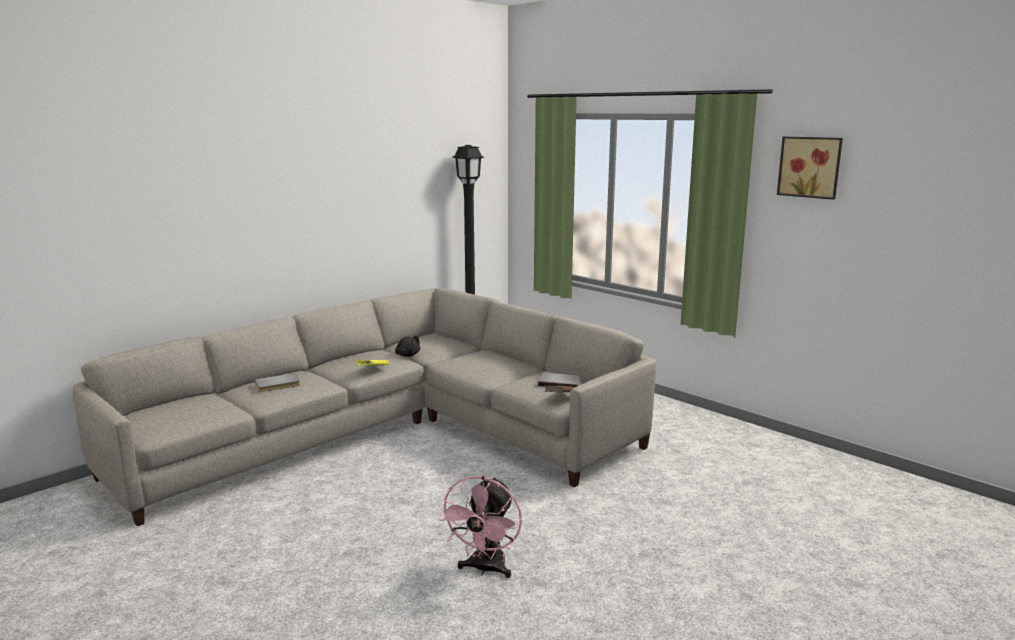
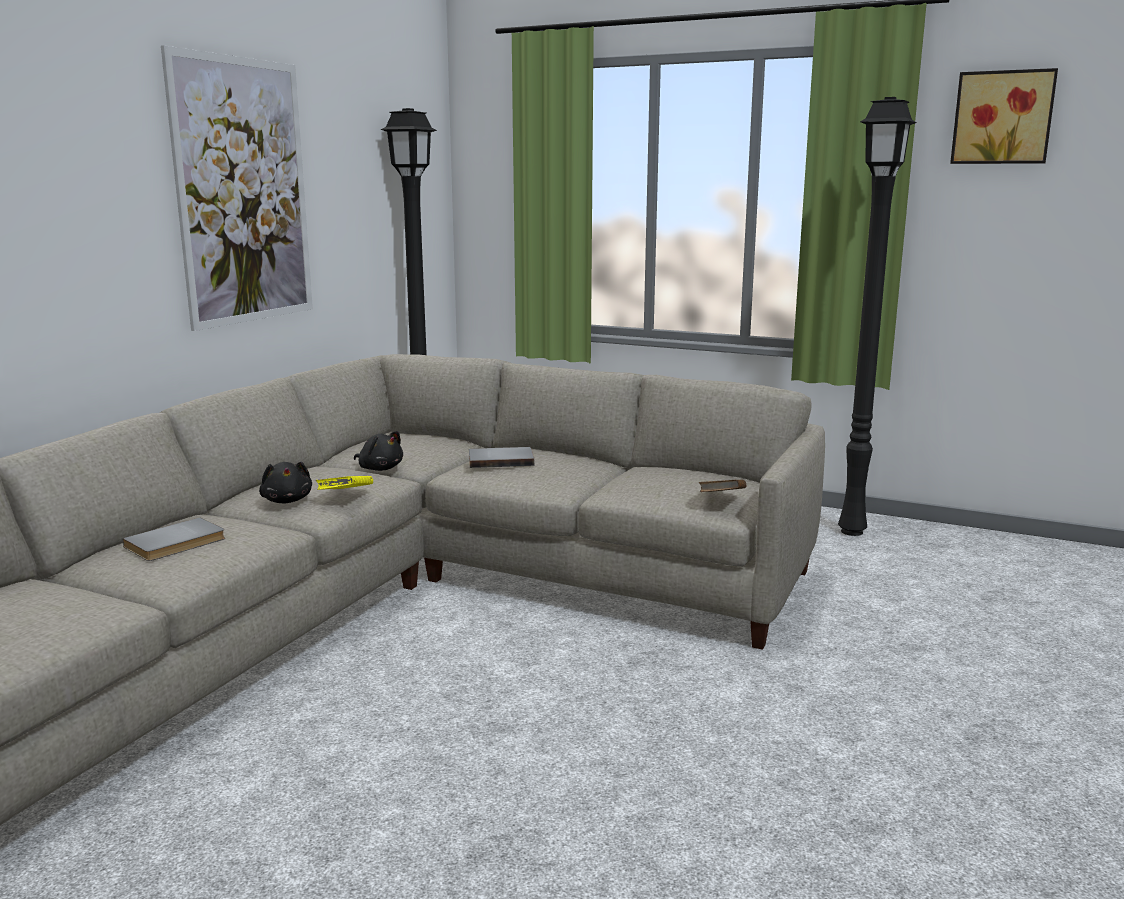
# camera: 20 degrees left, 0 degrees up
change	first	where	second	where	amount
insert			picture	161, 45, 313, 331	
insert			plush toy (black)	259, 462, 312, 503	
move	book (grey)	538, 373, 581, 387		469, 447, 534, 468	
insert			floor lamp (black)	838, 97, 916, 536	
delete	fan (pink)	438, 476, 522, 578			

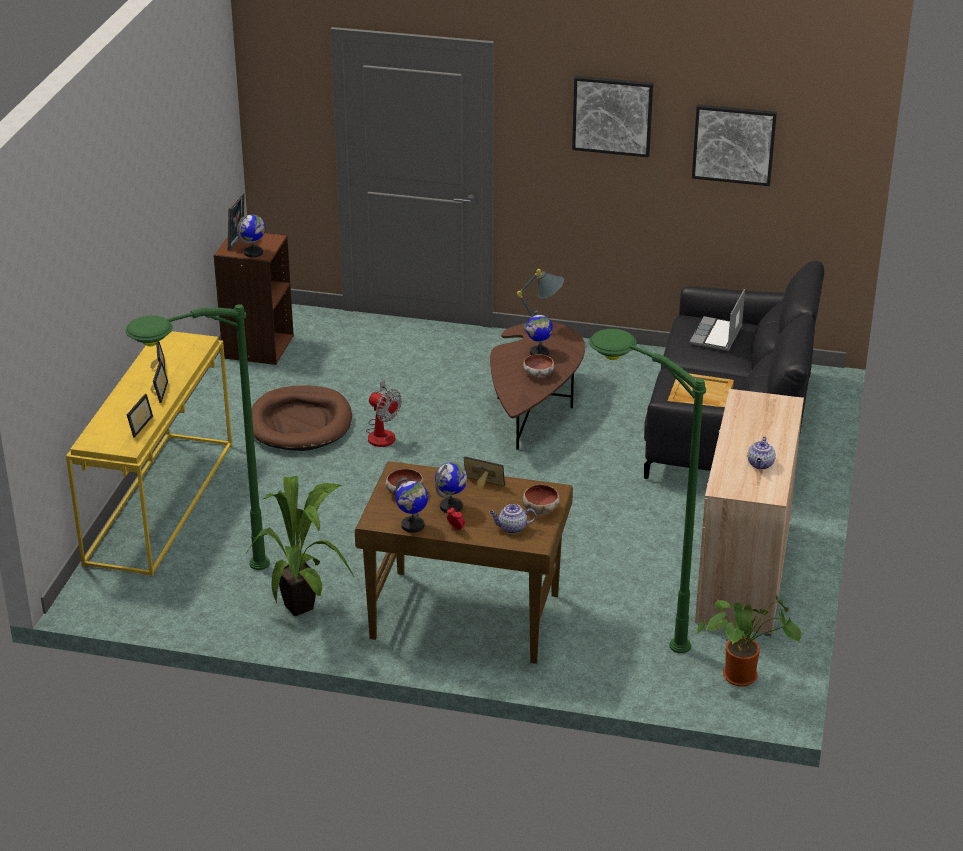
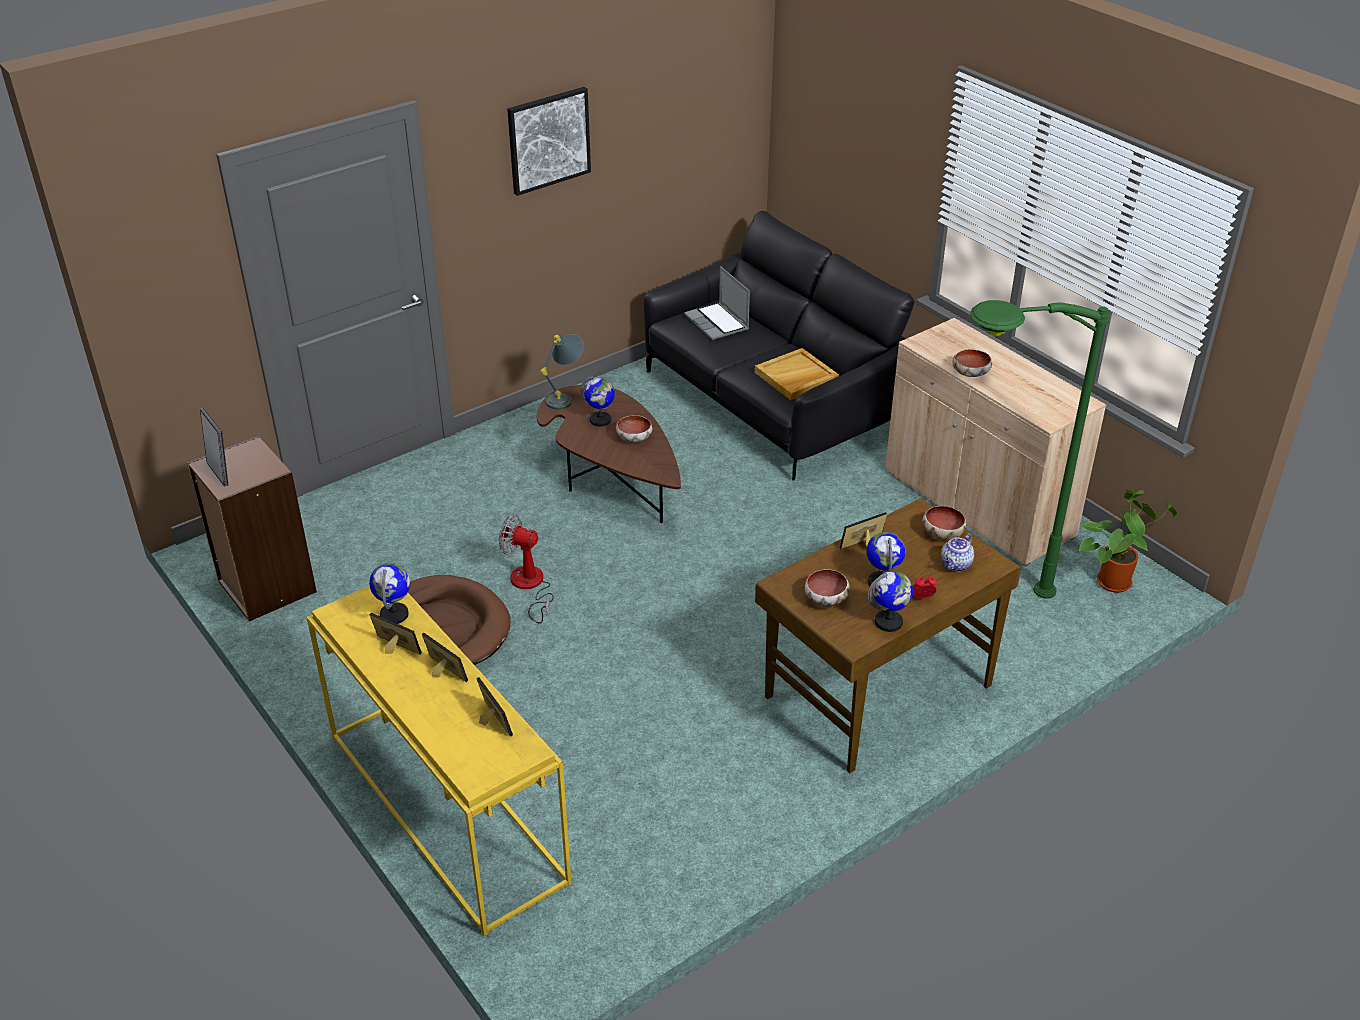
# camera: 50 degrees left, 5 degrees up
change	first	where	second	where	amount
move	globe	237, 214, 265, 257		369, 563, 410, 624	
rotate	fan	366, 380, 402, 447		499, 514, 554, 623	150 degrees counterclockwise
insert			bowl	952, 349, 992, 377	
delete	floor lamp (green)	125, 304, 270, 570			
delete	potted plant	246, 476, 354, 616			
delete	picture	692, 104, 777, 186			
delete	teapot	747, 436, 776, 469			

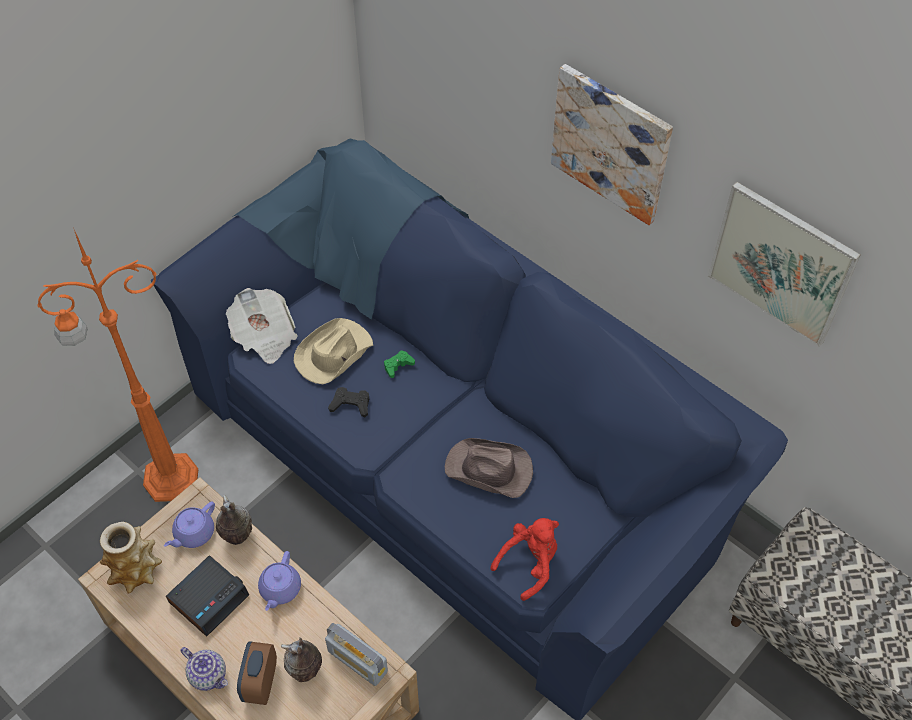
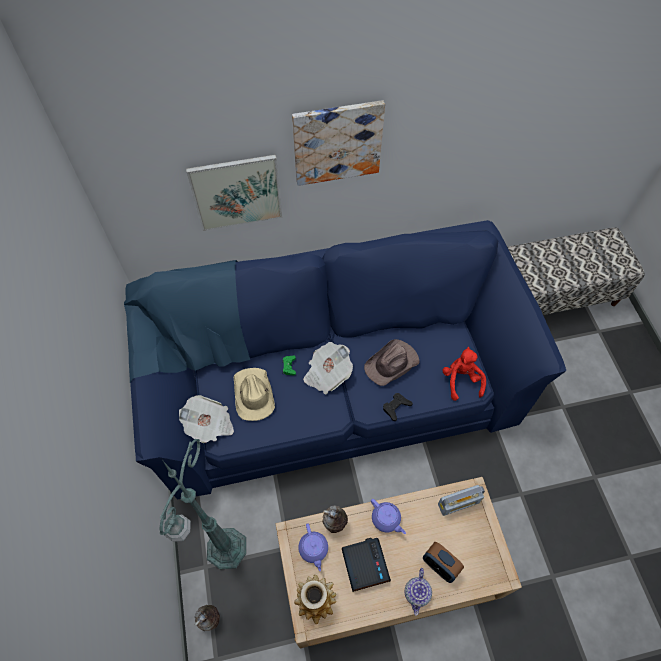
# camera: 55 degrees left, 5 degrees up
change	first	where	second	where	amount
recolor	floor lamp (orange)	38, 230, 198, 502	floor lamp (green)	160, 439, 246, 569	
move	picture	708, 182, 861, 347		186, 155, 282, 231	
move	vase	281, 637, 322, 682		195, 605, 220, 631	
insert			newspaper	303, 342, 353, 394	
move	game controller (black)	328, 387, 369, 417		383, 393, 413, 421	
rotate	teapot	180, 647, 228, 691		405, 568, 432, 616	120 degrees clockwise

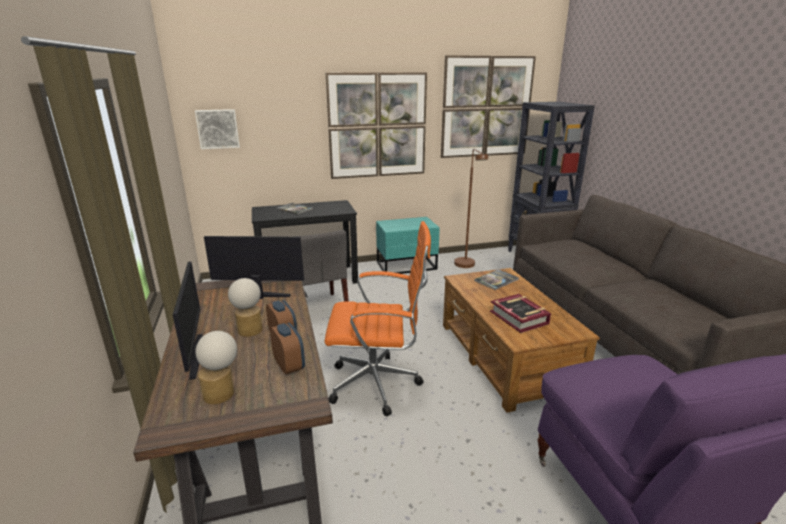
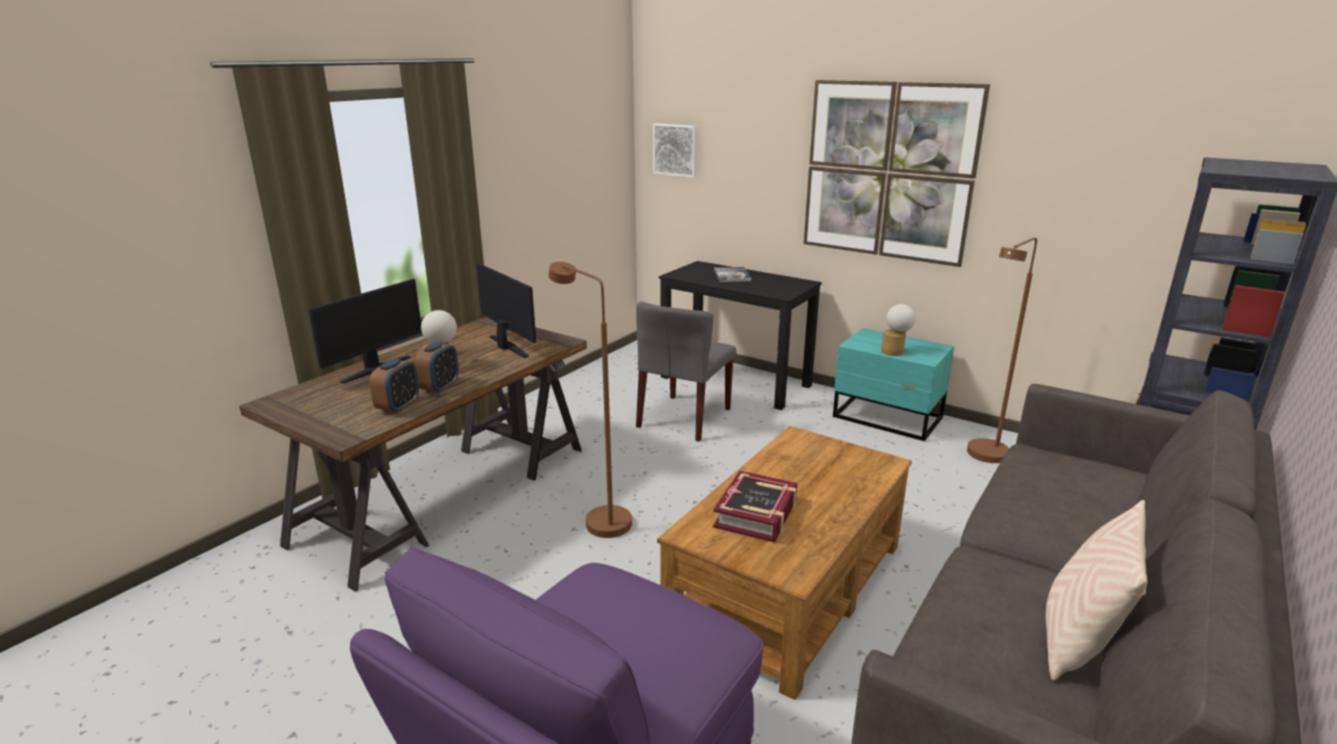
# camera: 50 degrees right, 0 degrees up
change	first	where	second	where	amount
replace	office chair (orange)	324, 221, 431, 416	floor lamp (brown)	549, 262, 632, 538	
move	table lamp	195, 331, 237, 404		881, 304, 916, 356	
insert			pillow (beige)	1046, 500, 1147, 681	
delete	picture	441, 55, 536, 158			
delete	book	474, 269, 519, 290			

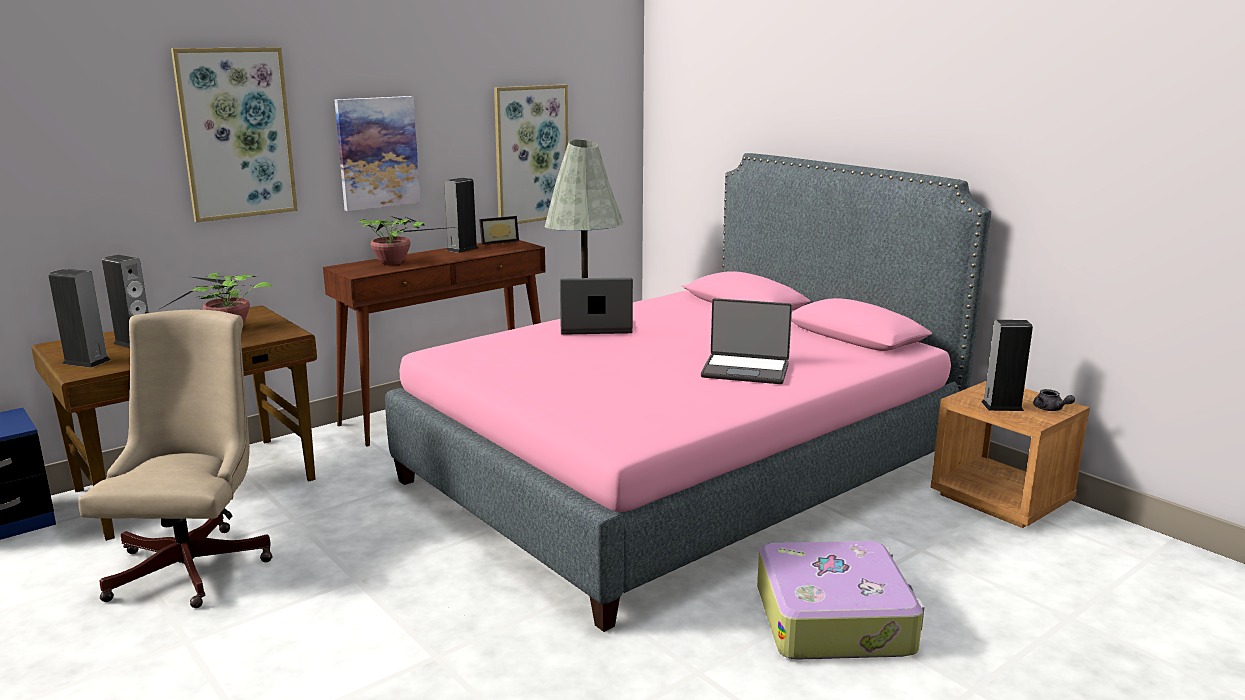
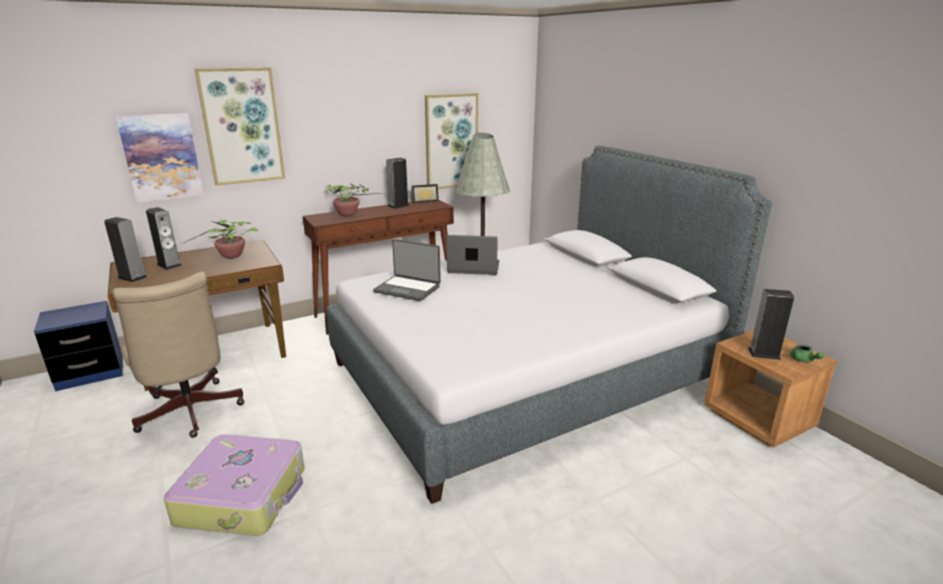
# camera: 10 degrees right, 5 degrees up
change	first	where	second	where	amount
rotate	office chair (beige)	78, 310, 272, 608		113, 272, 244, 438	135 degrees clockwise
move	picture	335, 96, 420, 211		116, 113, 204, 202	
move	suitcase	757, 541, 925, 660		164, 434, 305, 536	
recolor	bed (pink)	385, 153, 991, 632	bed (grey)	327, 146, 772, 504	
move	laptop	701, 298, 792, 384		373, 239, 441, 301	
recolor	teapot (grey)	1033, 389, 1075, 411	teapot (green)	790, 344, 824, 362	

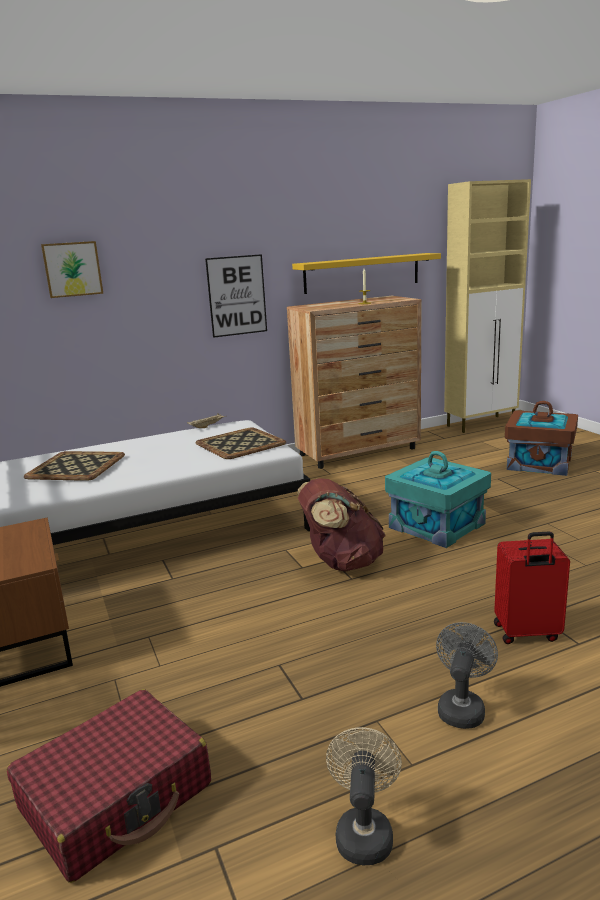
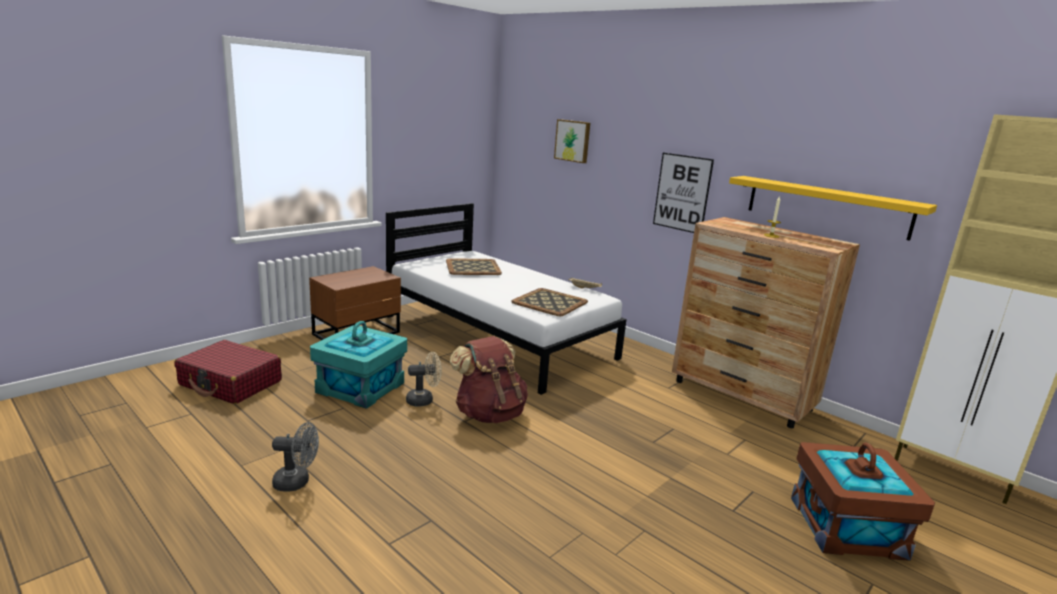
# camera: 65 degrees right, 0 degrees up
change	first	where	second	where	amount
move	storage box (turquoise)	385, 451, 491, 548		310, 321, 407, 409	
move	fan (beige)	326, 727, 402, 866		406, 352, 442, 406	
delete	suitcase (red)	494, 531, 570, 644			

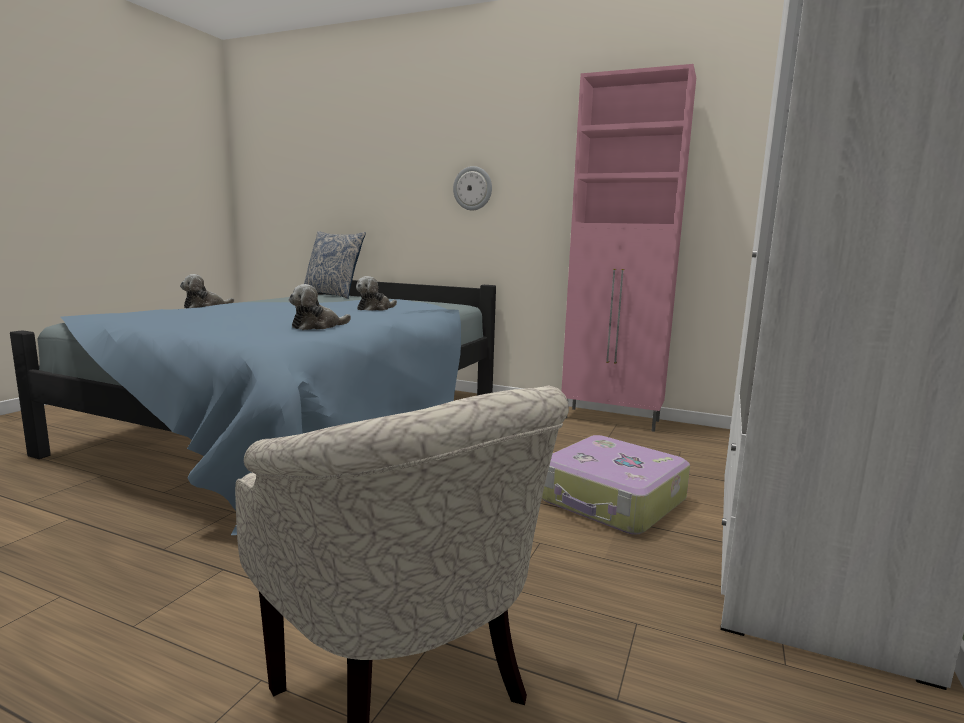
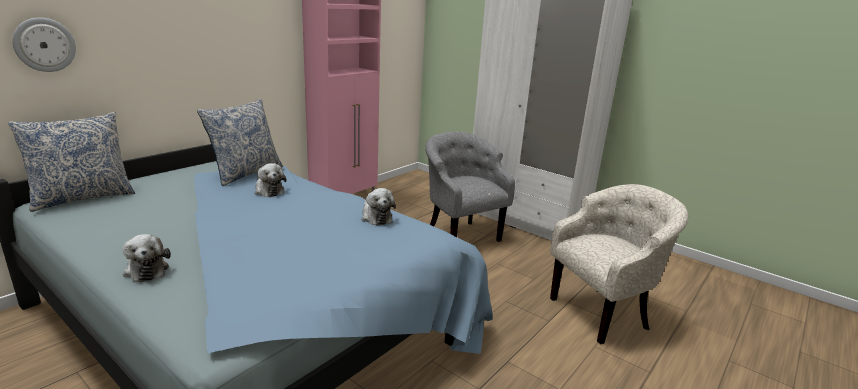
# camera: 75 degrees left, 10 degrees up
change	first	where	second	where	amount
move	wall clock	453, 166, 492, 211		12, 18, 76, 72	
insert			pillow	197, 98, 283, 186	
replace	suitcase	542, 435, 690, 535	armchair (grey)	425, 132, 515, 242	

